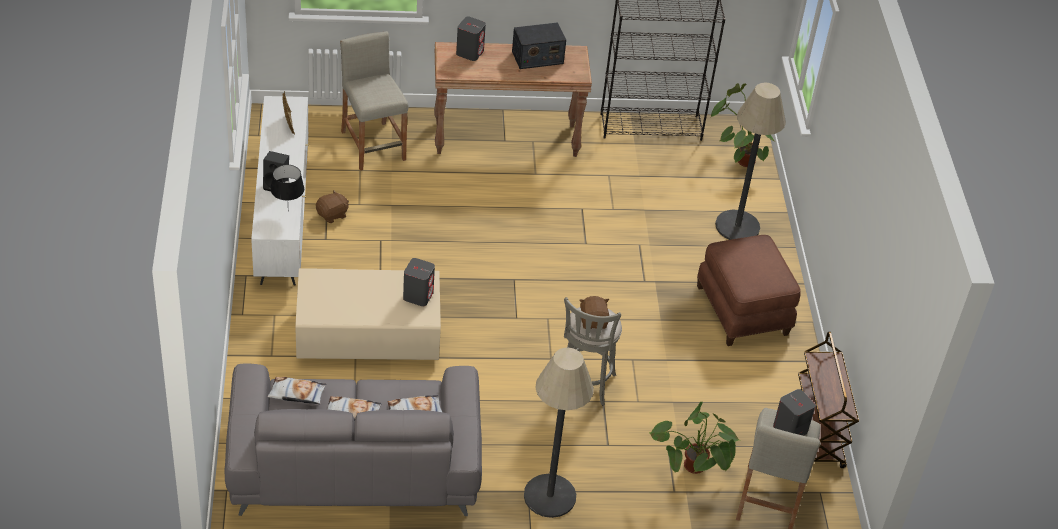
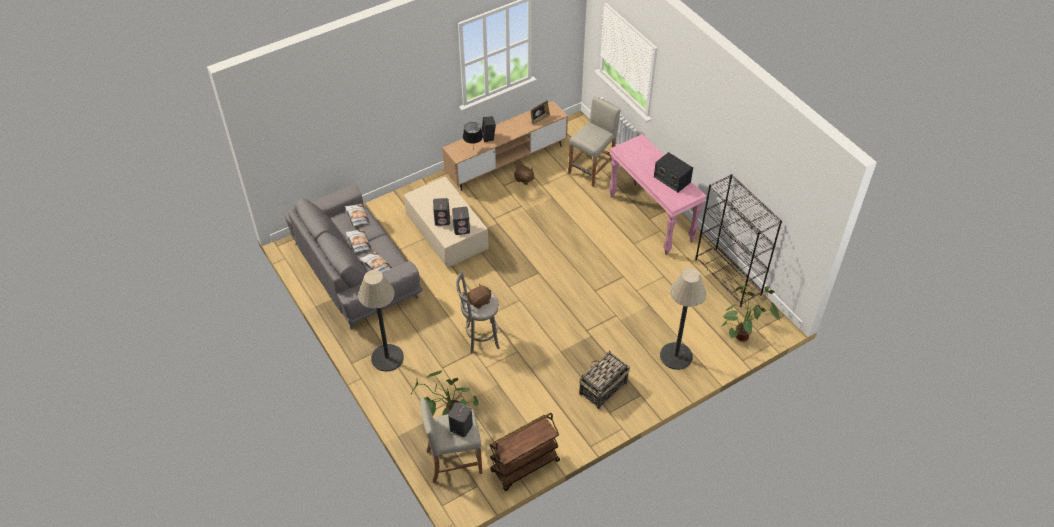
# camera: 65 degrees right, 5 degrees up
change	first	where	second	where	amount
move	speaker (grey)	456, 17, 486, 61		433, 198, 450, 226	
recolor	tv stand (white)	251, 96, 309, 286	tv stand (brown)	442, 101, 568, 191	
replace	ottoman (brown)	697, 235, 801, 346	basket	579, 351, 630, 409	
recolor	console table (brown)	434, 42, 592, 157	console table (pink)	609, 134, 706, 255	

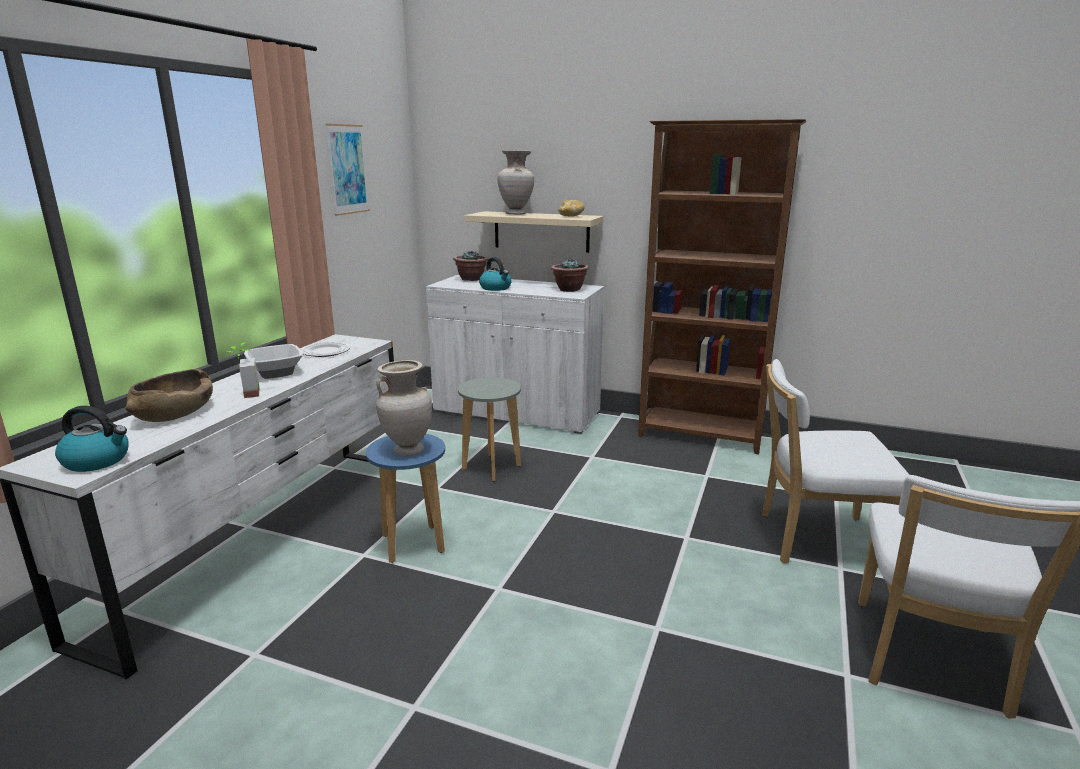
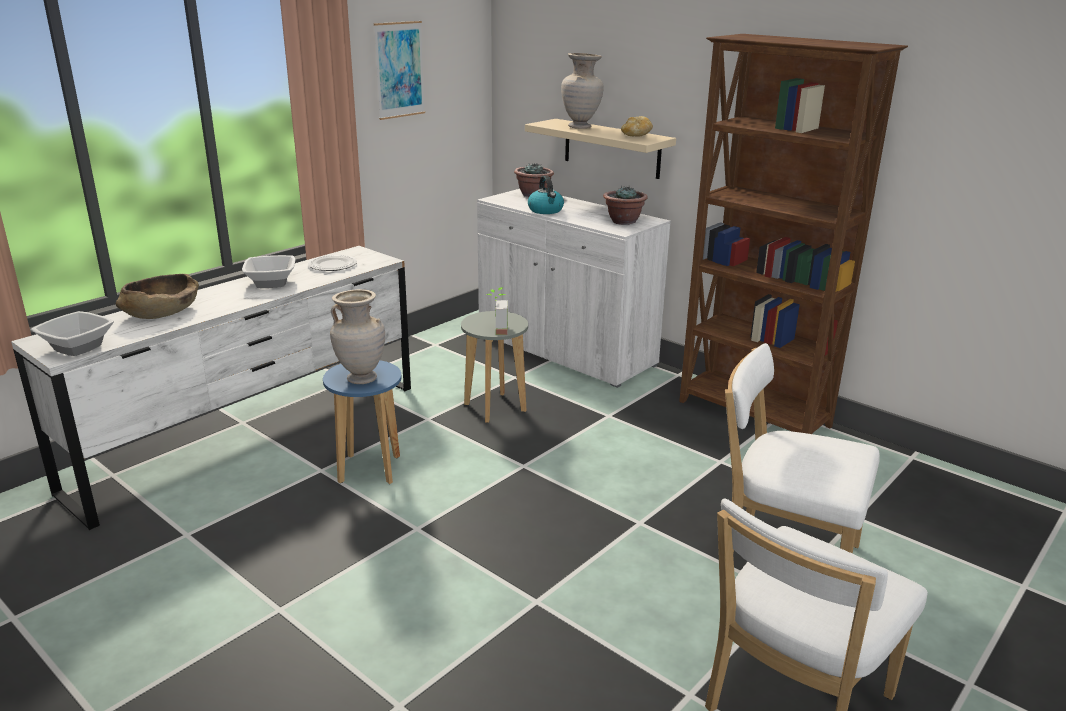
# camera: 20 degrees right, 5 degrees up
change	first	where	second	where	amount
replace	kettle	55, 406, 129, 472	bowl	31, 311, 114, 356	
move	potted plant	225, 342, 259, 398		486, 287, 508, 335	

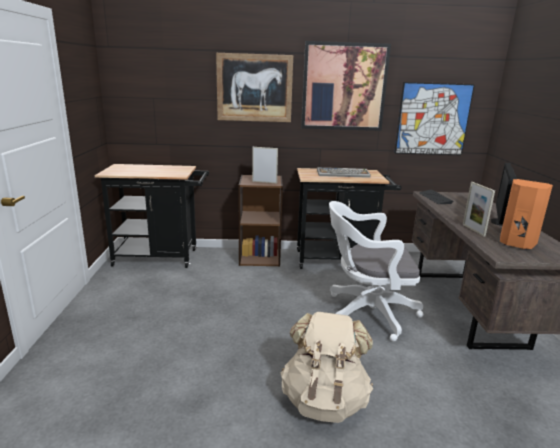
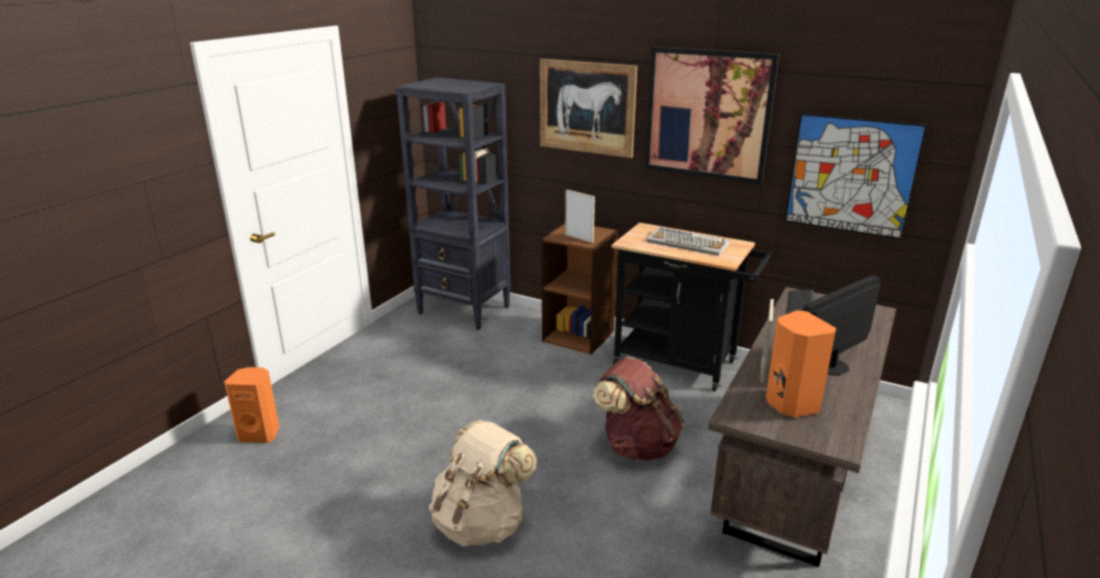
# camera: 30 degrees right, 5 degrees up
change	first	where	second	where	amount
insert			speaker (orange)	224, 367, 279, 443	
replace	cart (black)	95, 164, 209, 268	bookcase (black)	396, 77, 511, 330	
replace	office chair (white)	329, 201, 423, 342	backpack (brown)	593, 357, 684, 460	

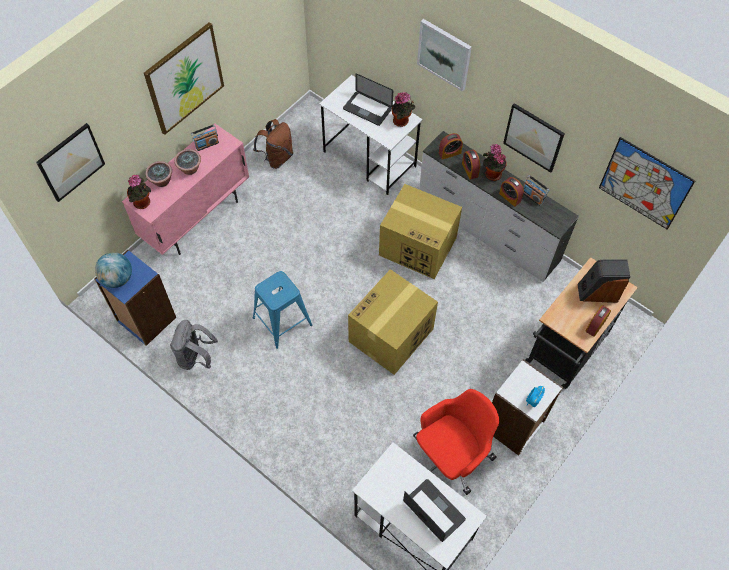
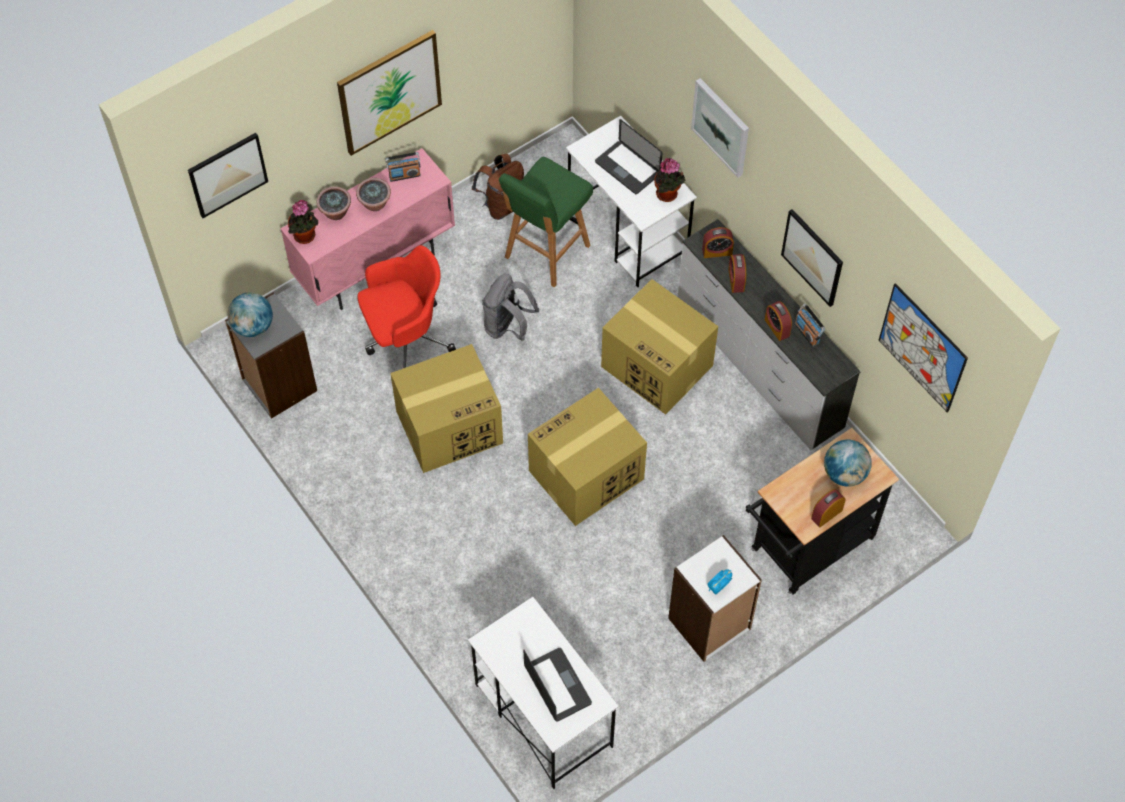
# camera: 15 degrees right, 0 degrees up
change	first	where	second	where	amount
recolor	bookcase (blue)	94, 250, 176, 346	bookcase (grey)	225, 292, 317, 419	
move	office chair (red)	413, 389, 499, 495		357, 245, 456, 368	
replace	stool (blue)	253, 271, 312, 349	cardboard box	390, 344, 503, 473	
move	backpack (grey)	170, 320, 218, 370		482, 274, 539, 341	
insert			stool (green)	499, 157, 593, 287	
replace	speaker	577, 260, 630, 303	globe	824, 440, 872, 487	
delete	potted plant	483, 144, 507, 181			

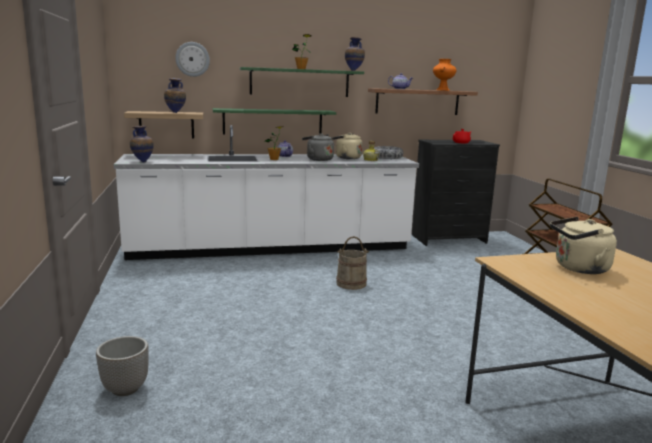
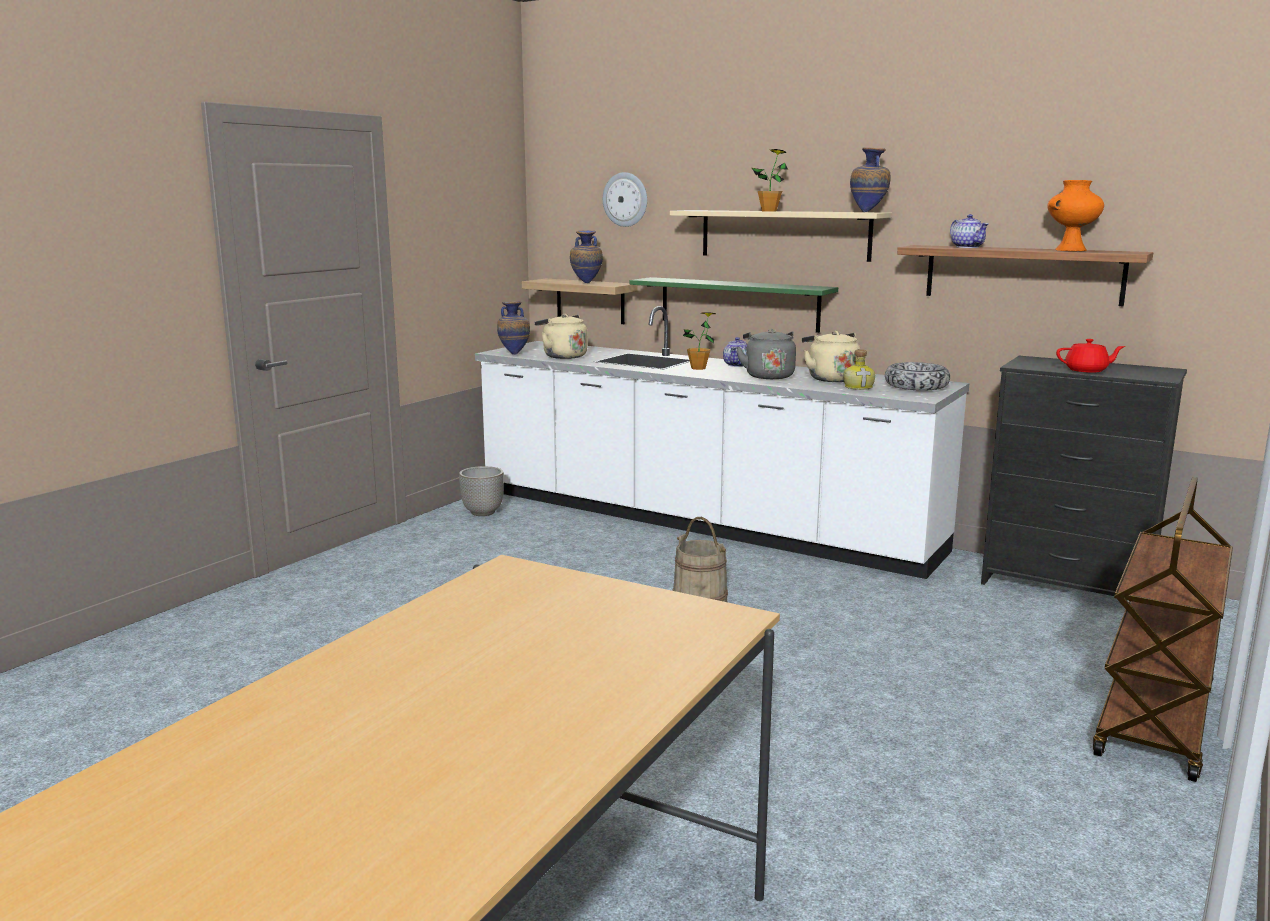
# camera: 45 degrees right, 0 degrees up
change	first	where	second	where	amount
move	planter	96, 336, 149, 396		459, 466, 504, 516	
move	kettle (beige)	550, 217, 617, 274		534, 314, 588, 359	
recolor	shelf (green)	240, 67, 364, 97	shelf (beige)	670, 210, 892, 262	

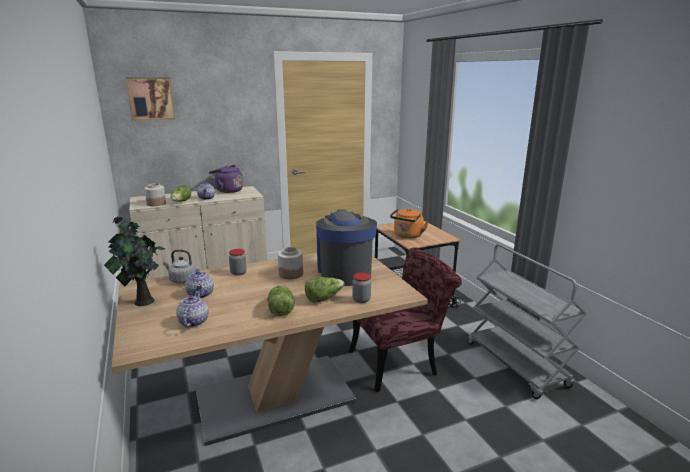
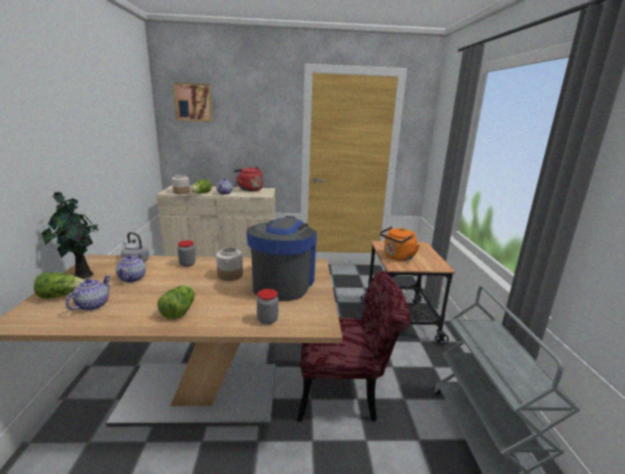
# camera: 20 degrees right, 0 degrees up
change	first	where	second	where	amount
move	lettuce	305, 277, 344, 303		34, 273, 85, 299	
recolor	kettle (purple)	209, 165, 243, 193	kettle (red)	234, 167, 263, 191	

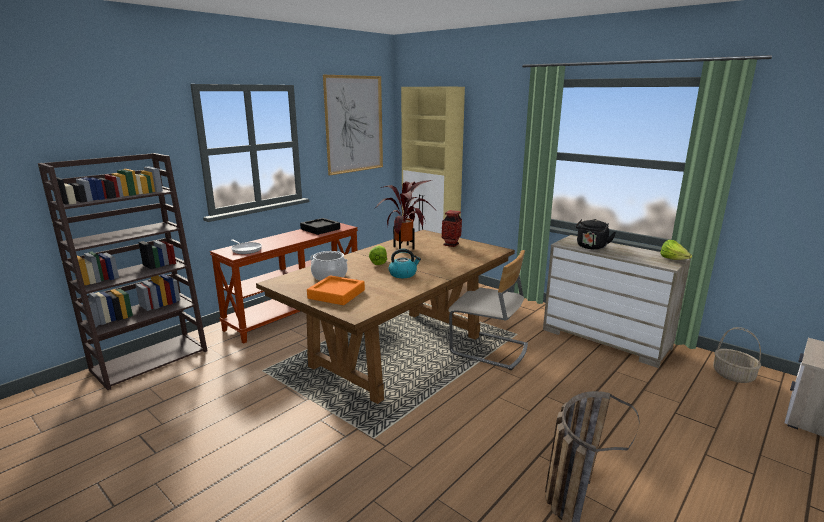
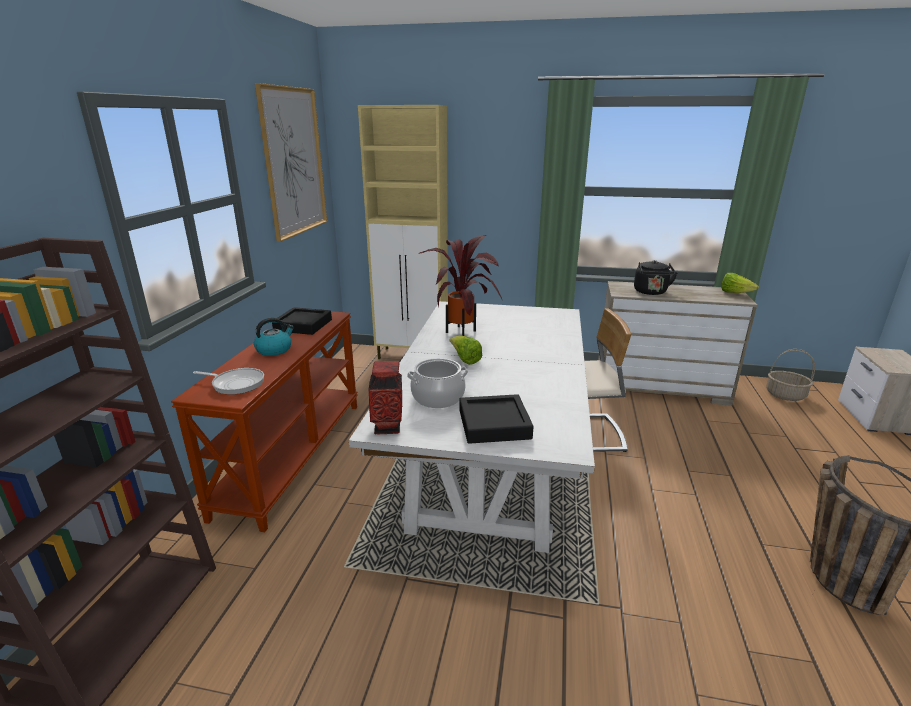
# camera: 30 degrees left, 5 degrees up
change	first	where	second	where	amount
move	kettle	389, 249, 421, 278		254, 318, 294, 356	
recolor	dining table (brown)	256, 230, 515, 404	dining table (white)	349, 301, 595, 553	
move	vase	441, 210, 462, 247		368, 361, 402, 434	
recolor	tray (orange)	307, 275, 365, 305	tray (black)	459, 394, 534, 444	

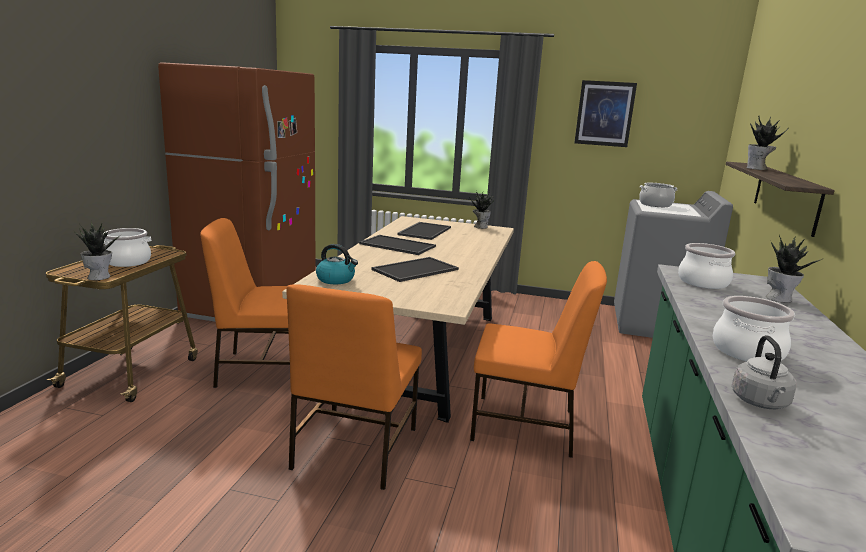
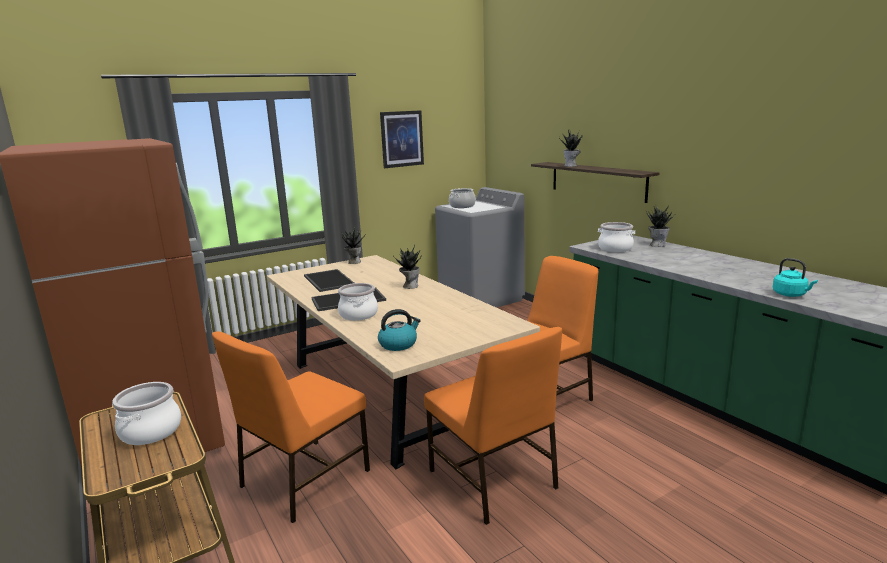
# camera: 45 degrees left, 0 degrees up
change	first	where	second	where	amount
move	cooking pot	713, 296, 795, 362		338, 283, 378, 321	
move	potted plant	74, 221, 122, 280		393, 244, 422, 289	
recolor	kettle (grey)	732, 335, 797, 409	kettle (turquoise)	773, 258, 818, 297	
delete	tray	372, 257, 459, 282			

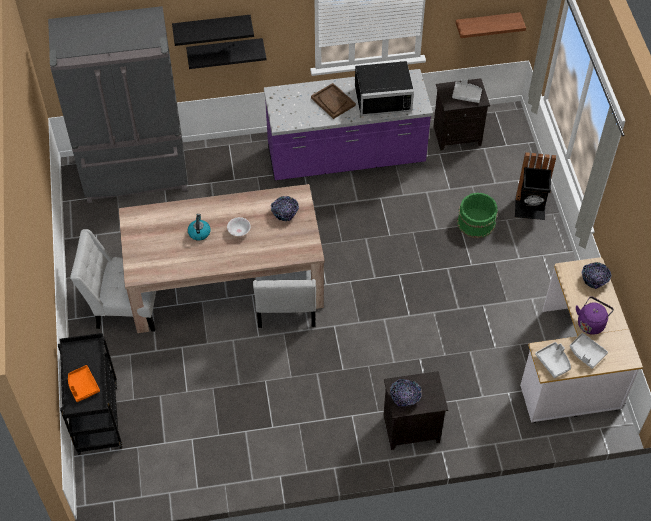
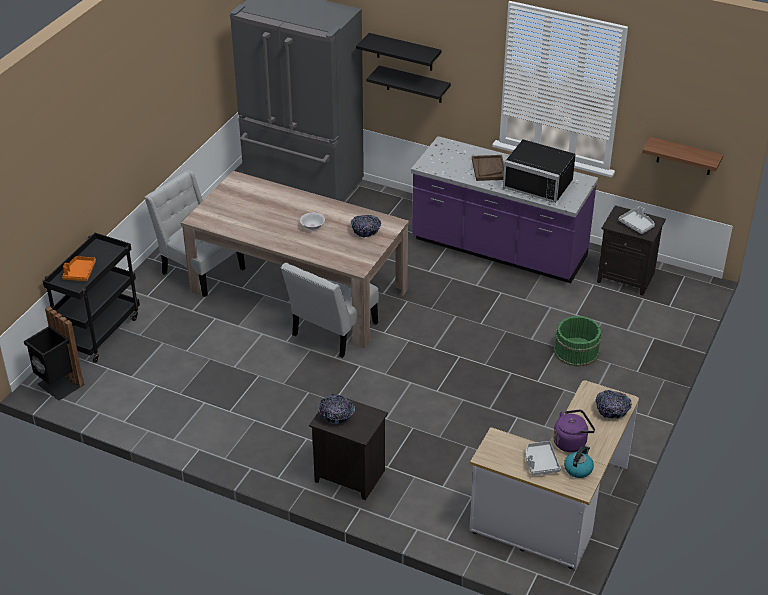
# camera: 35 degrees right, 15 degrees down
change	first	where	second	where	amount
move	trash can (black)	515, 152, 556, 220		24, 306, 84, 401	
move	kettle	188, 214, 211, 241		564, 446, 594, 478	
delete	tray (grey)	535, 342, 571, 378			

